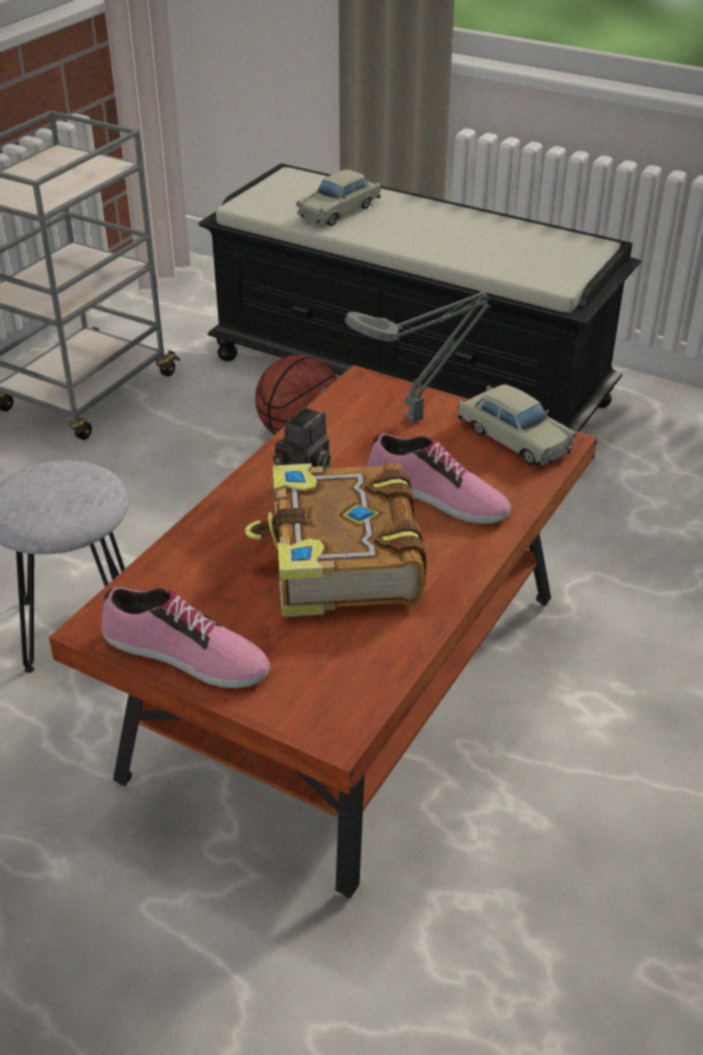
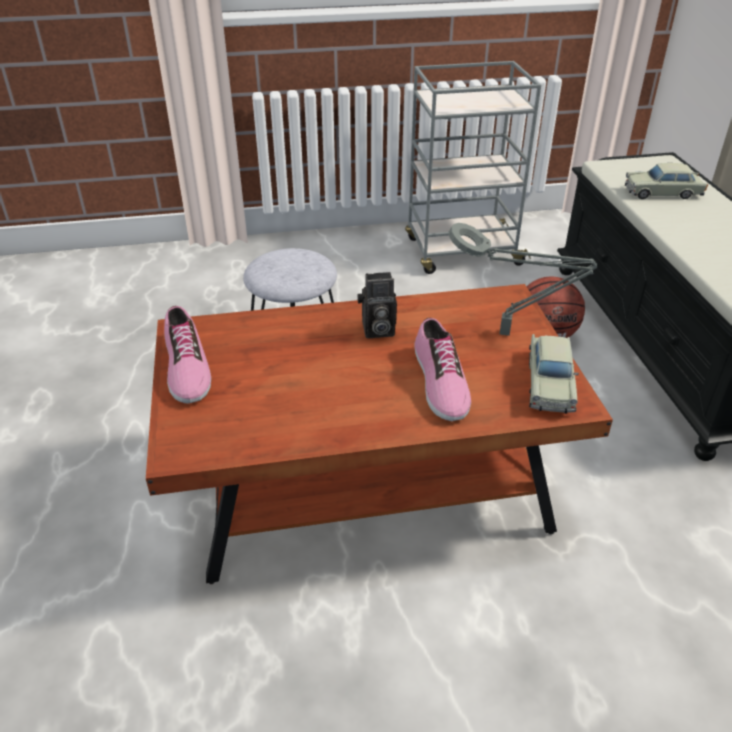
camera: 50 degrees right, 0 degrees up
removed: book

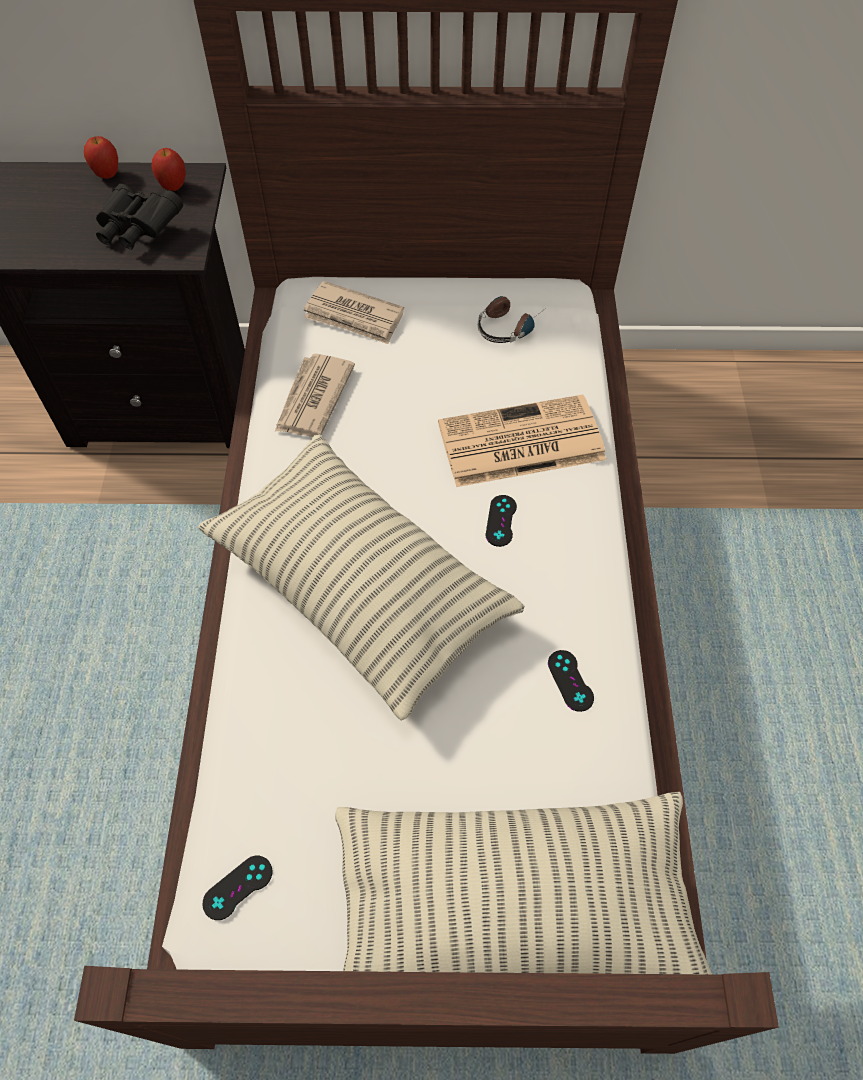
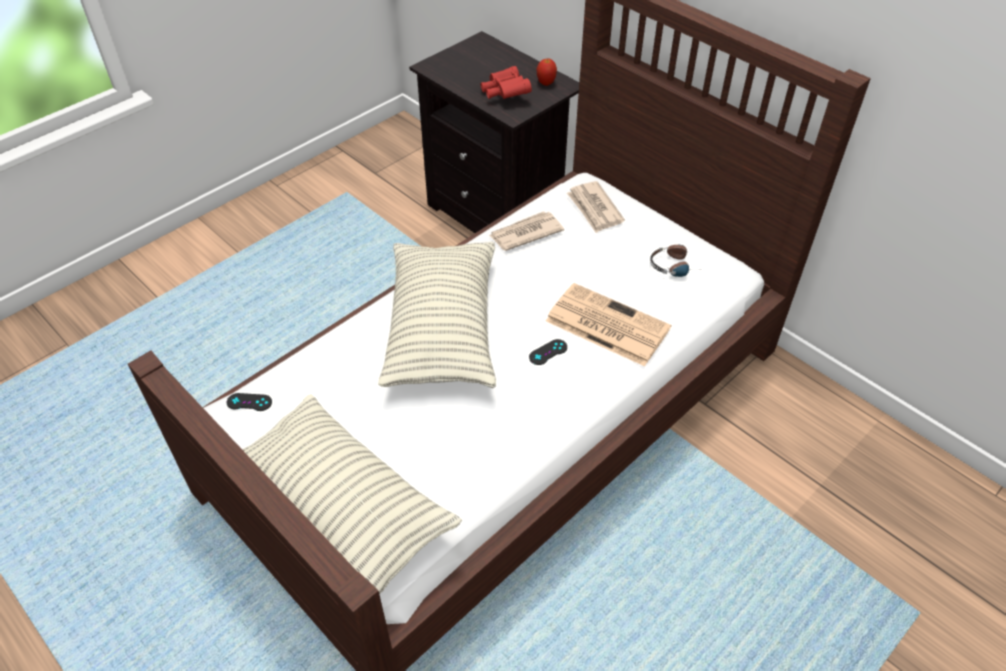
camera: 45 degrees right, 10 degrees down
removed: apple (1st from left); black game controller (3rd from left)
recoloured: black binoculars to red binoculars

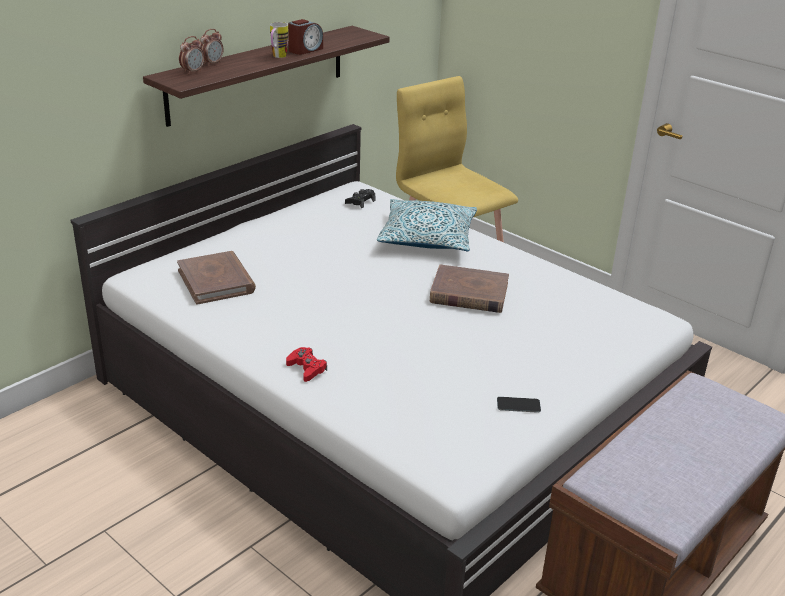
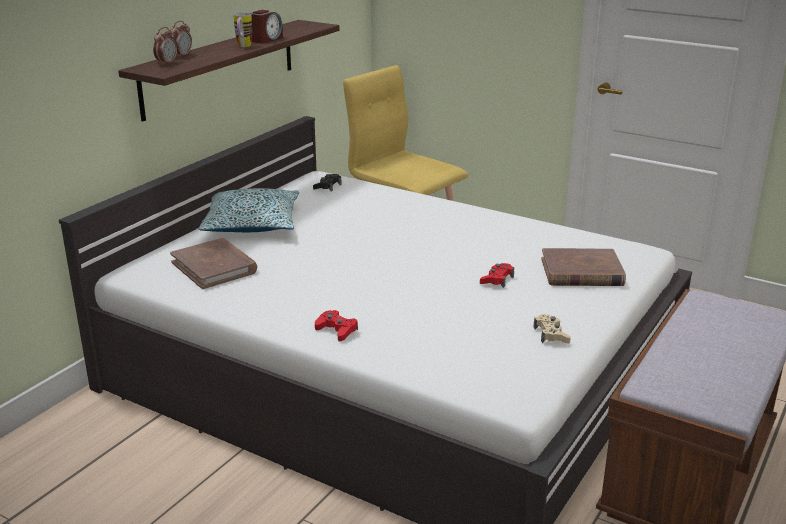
camera: 10 degrees left, 5 degrees down
added: red game controller (2nd from left)
moved: pillow; brown book (2nd from left)
replaced: phone to beige game controller

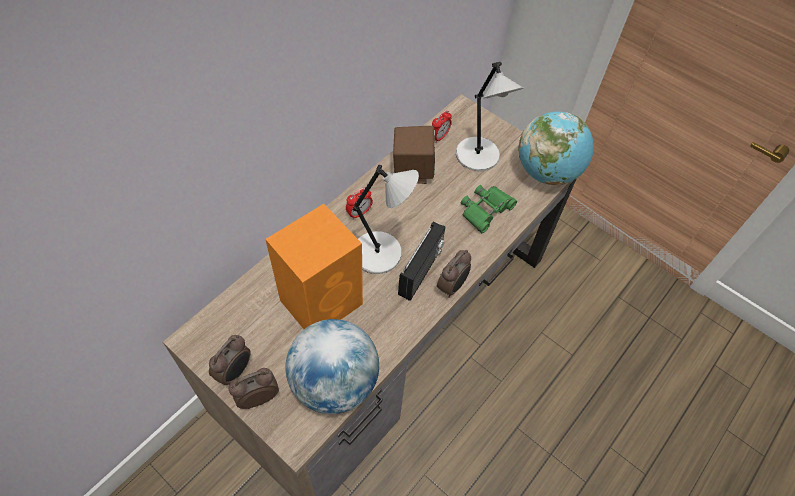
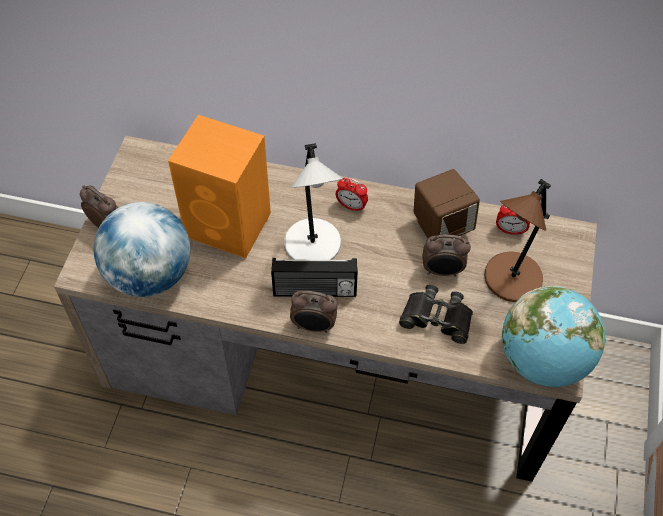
camera: 65 degrees right, 0 degrees up
moved: alarm clock (1st from left in the first image) to alarm clock (4th from left)
recoloured: grey table lamp (2nd from left) to brown table lamp; green binoculars to black binoculars

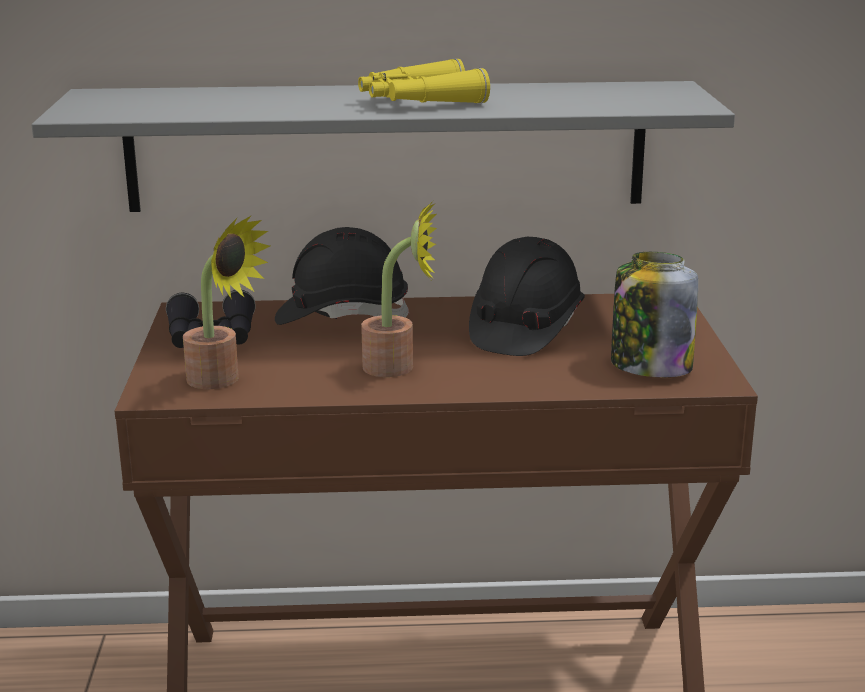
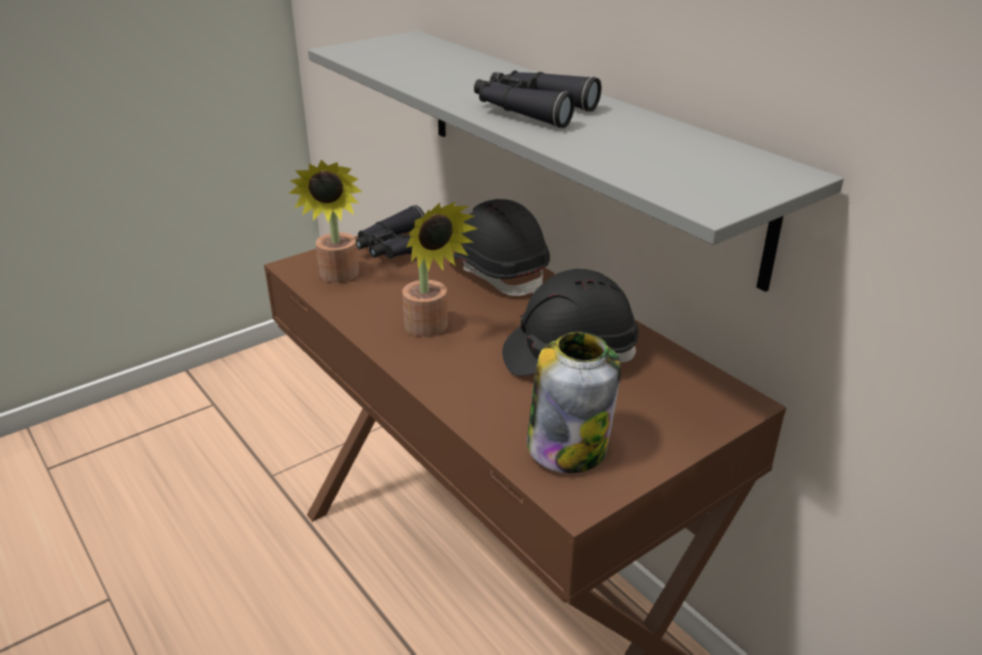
camera: 55 degrees right, 10 degrees up
recoloured: yellow binoculars to black binoculars (2nd from left)

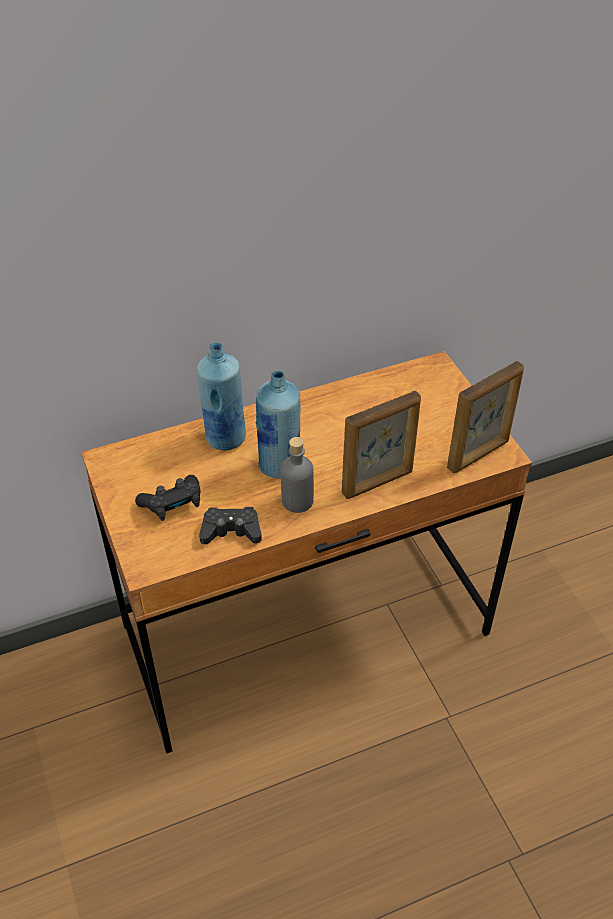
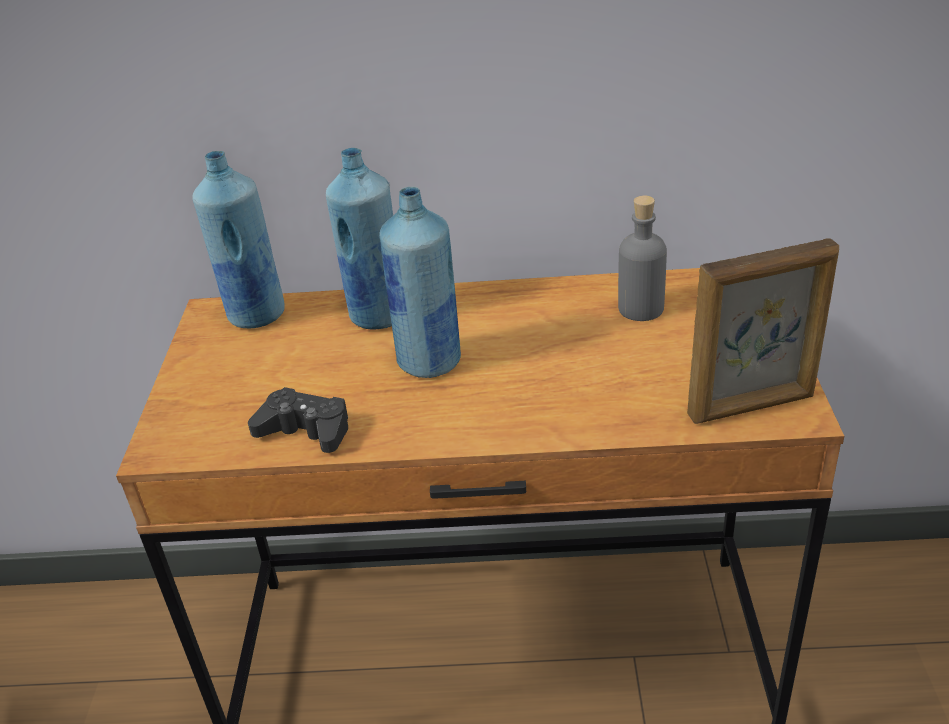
camera: 25 degrees right, 10 degrees down
removed: picture frame (1st from left); black game controller (1st from left)
added: blue bottle (1st from left)
moved: grey bottle

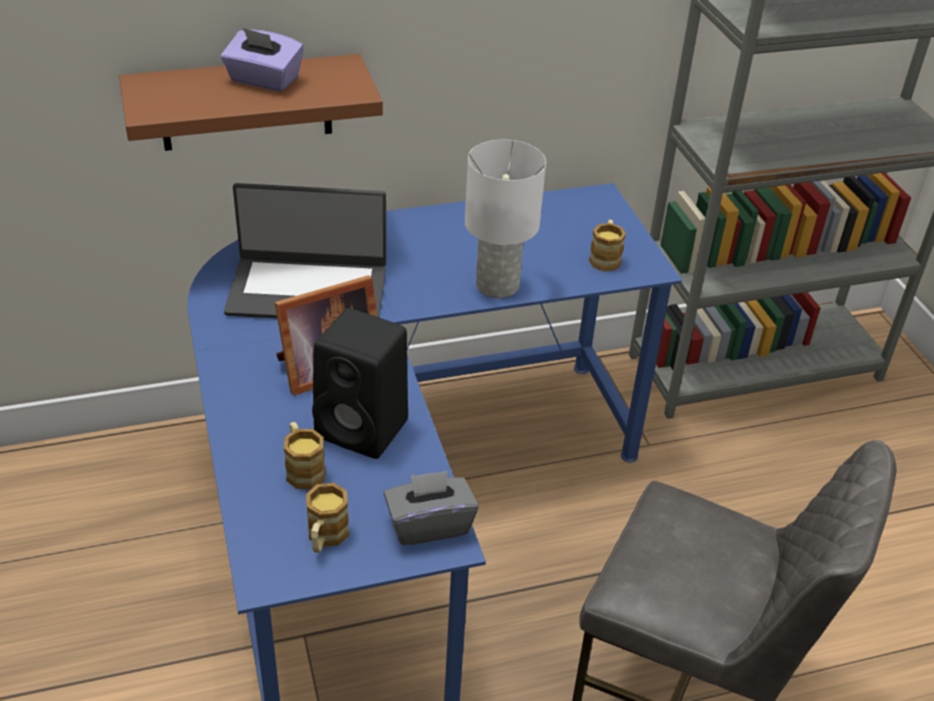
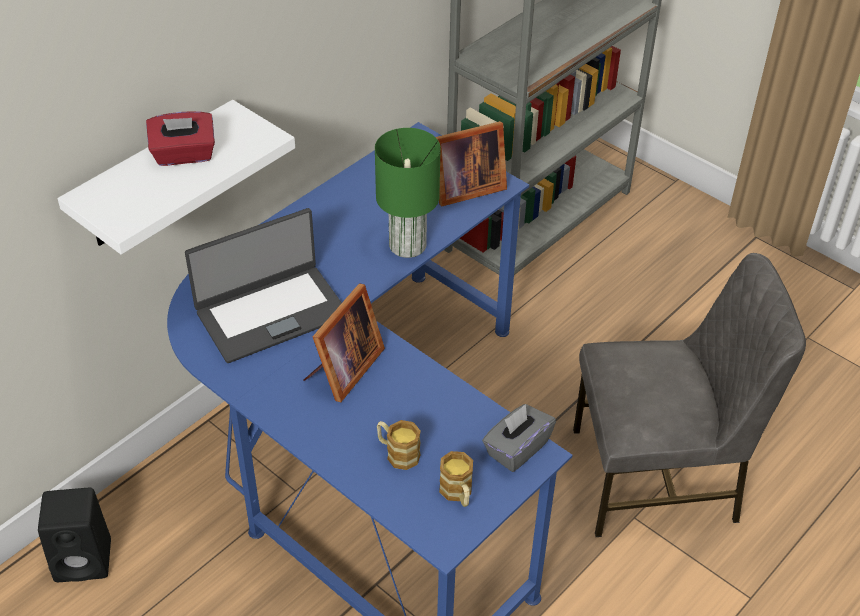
camera: 30 degrees left, 5 degrees up
moved: black speaker
replaced: mug (3rd from left) to picture frame (2nd from left)
recoloured: purple tissue box to red tissue box; brown shelf to white shelf; white table lamp to green table lamp

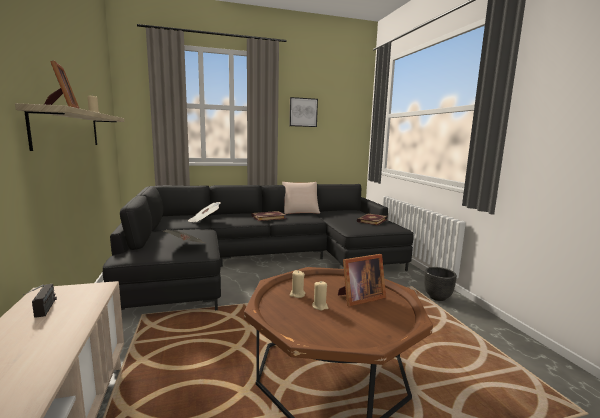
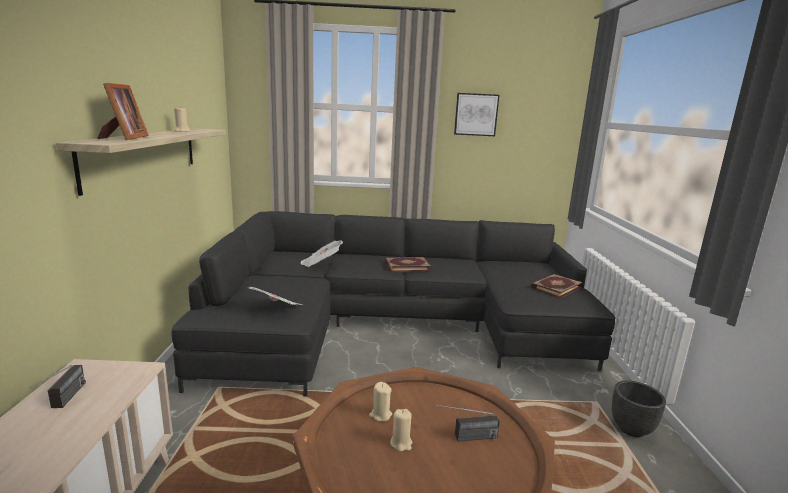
camera: 15 degrees right, 5 degrees up
removed: beige pillow
replaced: picture frame (2nd from left) to radio (2nd from left)

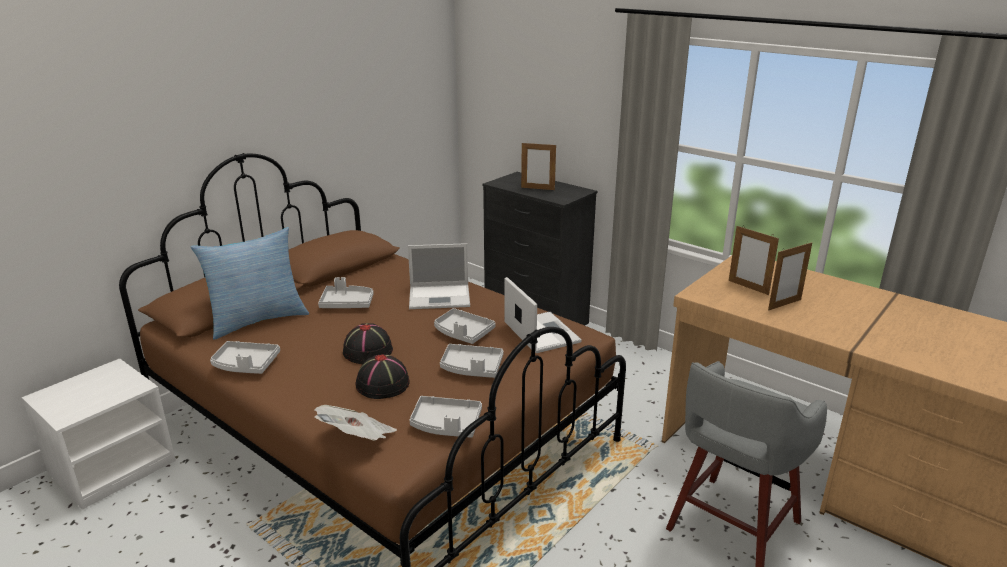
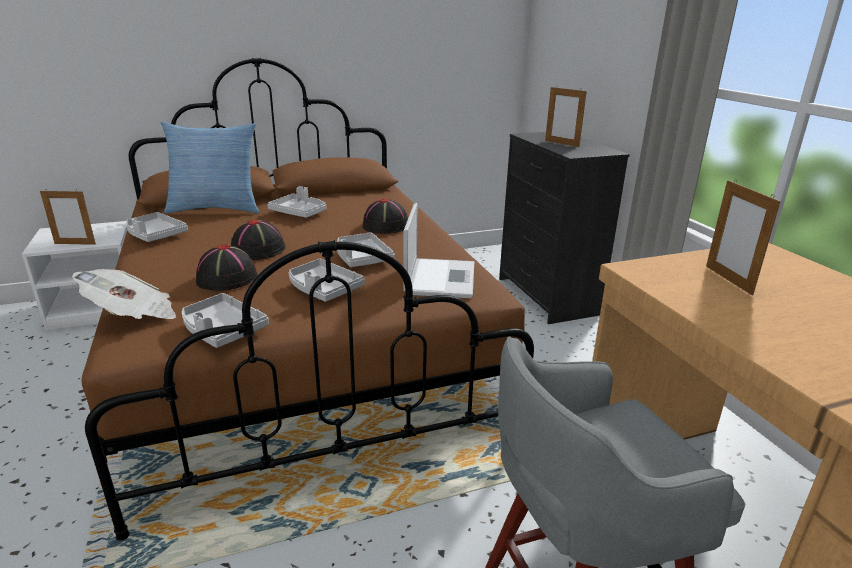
camera: 30 degrees right, 0 degrees up
moved: picture frame (3rd from left in the first image) to picture frame (1st from left)
replaced: laptop (1st from left) to black hat (3rd from left)

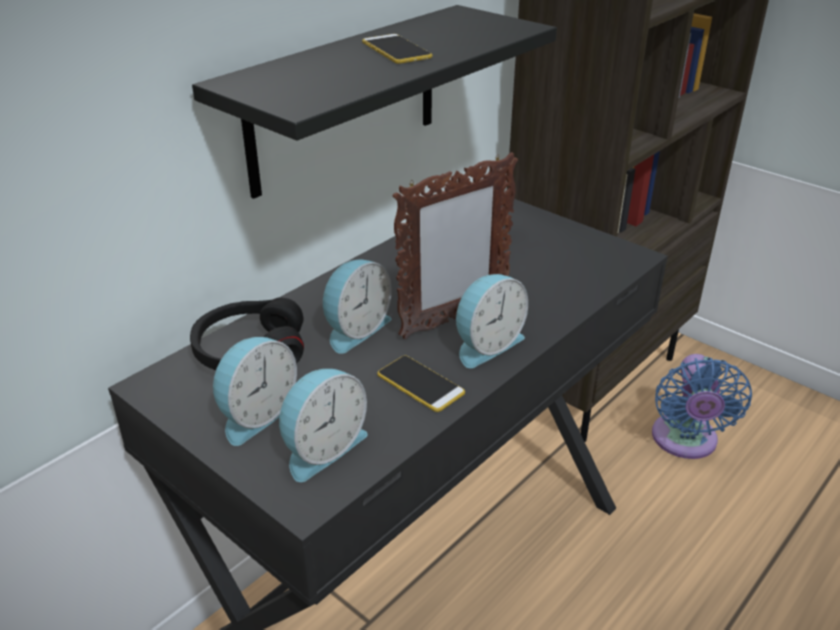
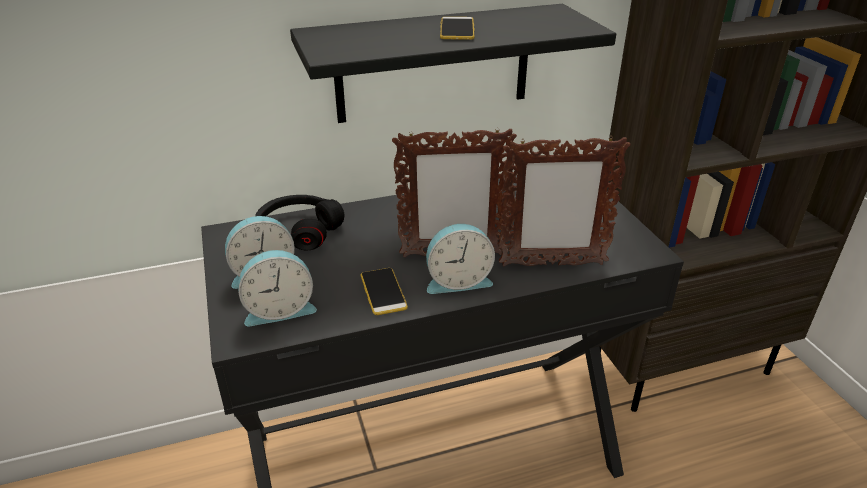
camera: 30 degrees right, 0 degrees up
removed: alarm clock (3rd from left); blue fan
added: picture frame (2nd from left)

